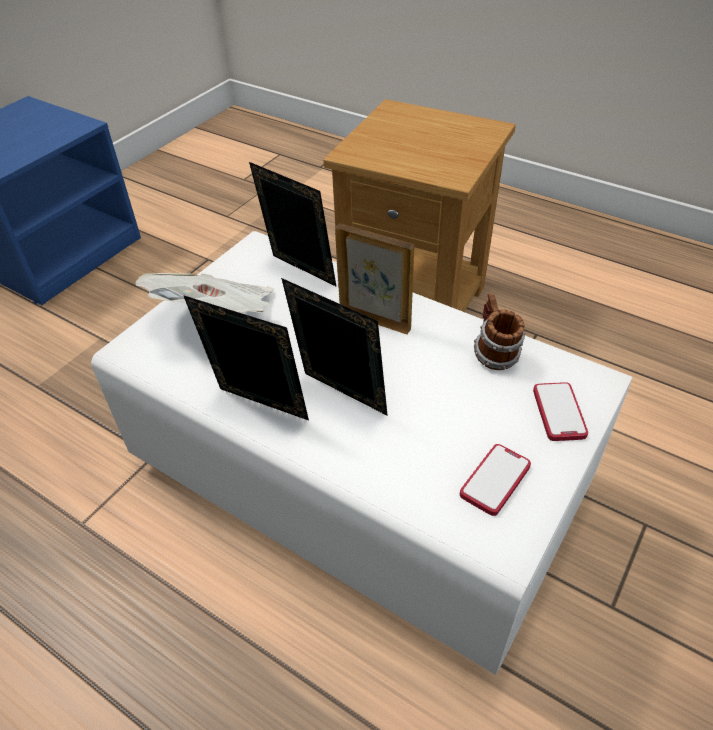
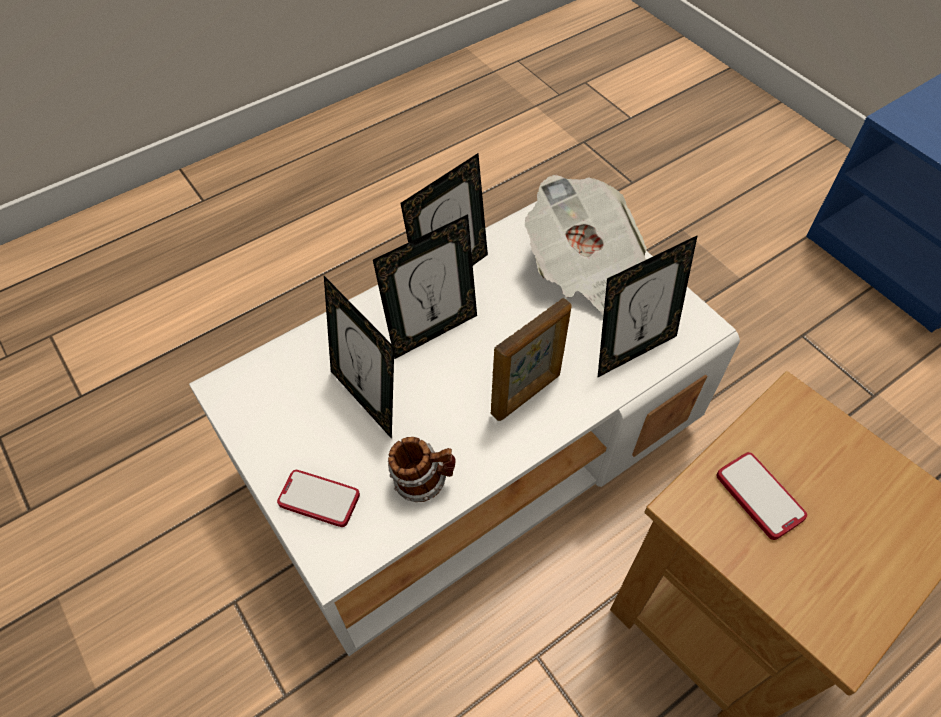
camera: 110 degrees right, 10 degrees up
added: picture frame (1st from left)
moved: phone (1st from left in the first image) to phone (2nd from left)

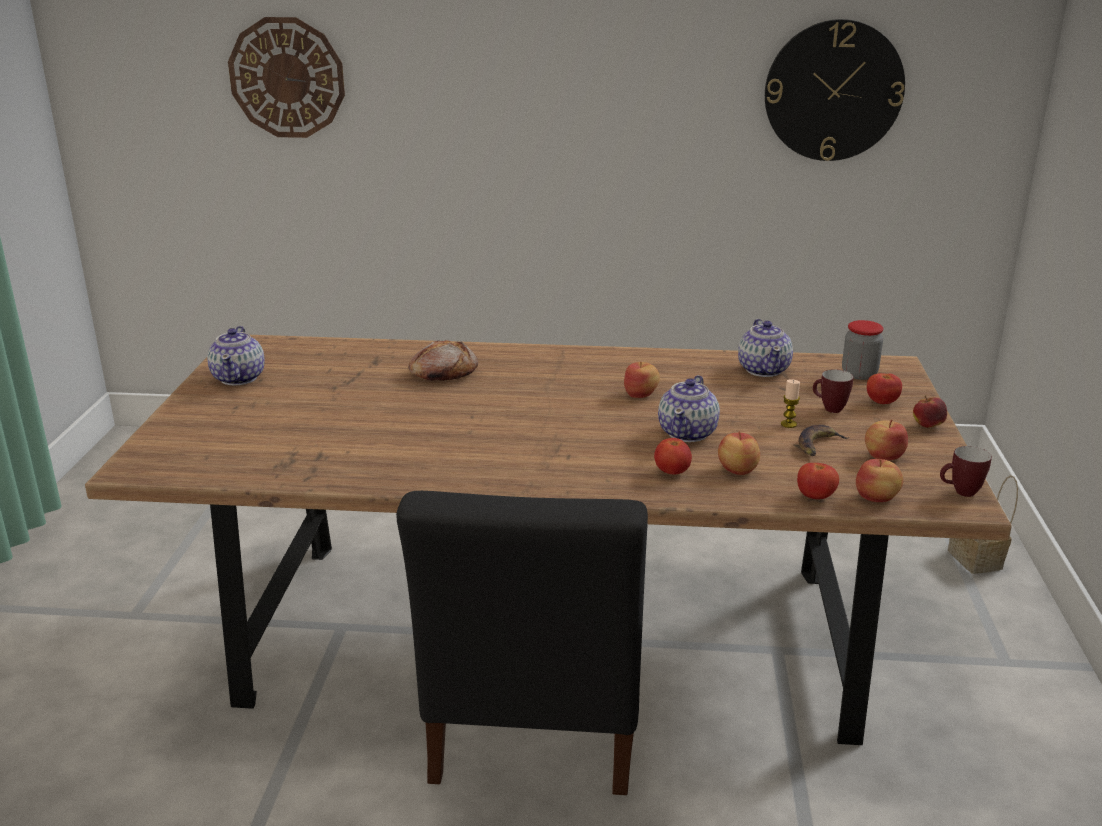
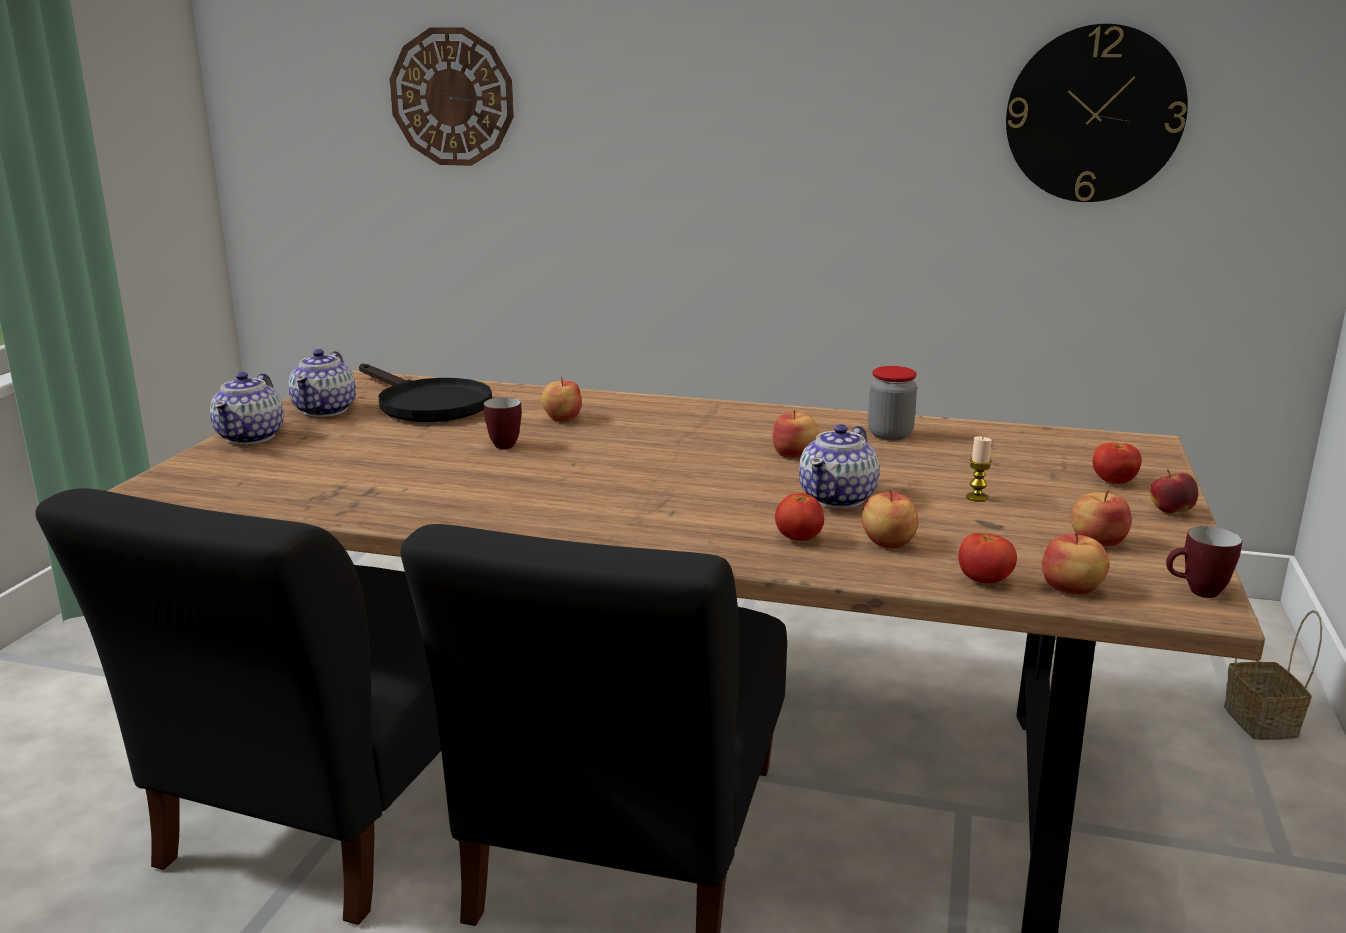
camera: 10 degrees right, 5 degrees down
removed: banana
added: black frying pan; black chair (1st from left)
moved: teapot (3rd from left in the first image) to teapot (1st from left); jar; mug (1st from left)
replaced: bread to apple (1st from left)

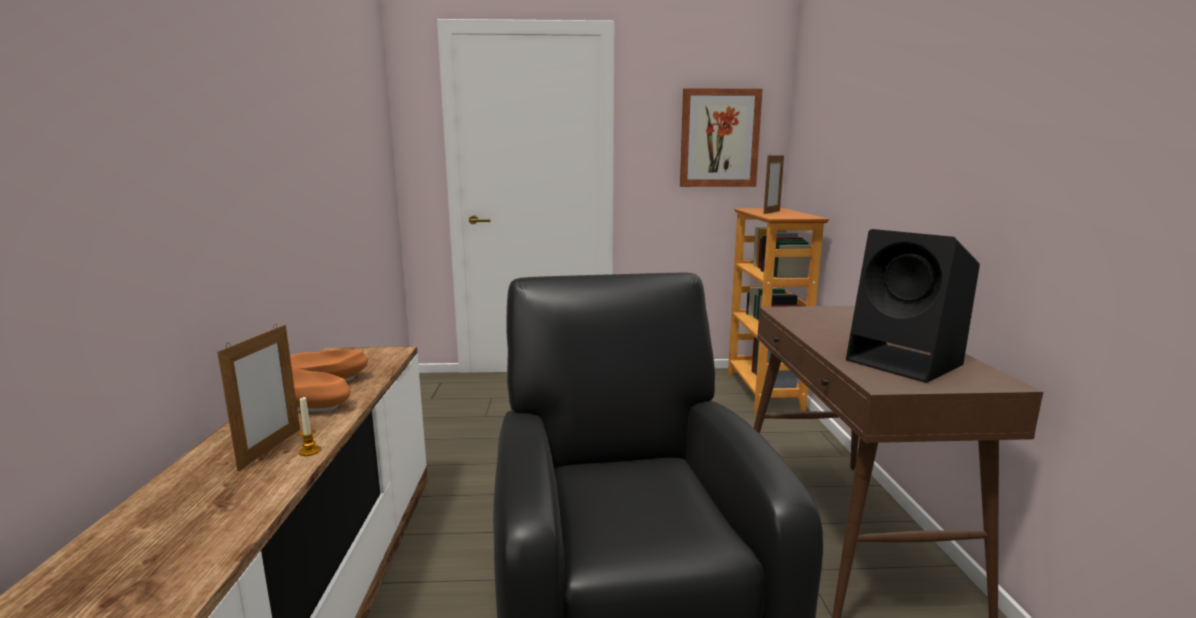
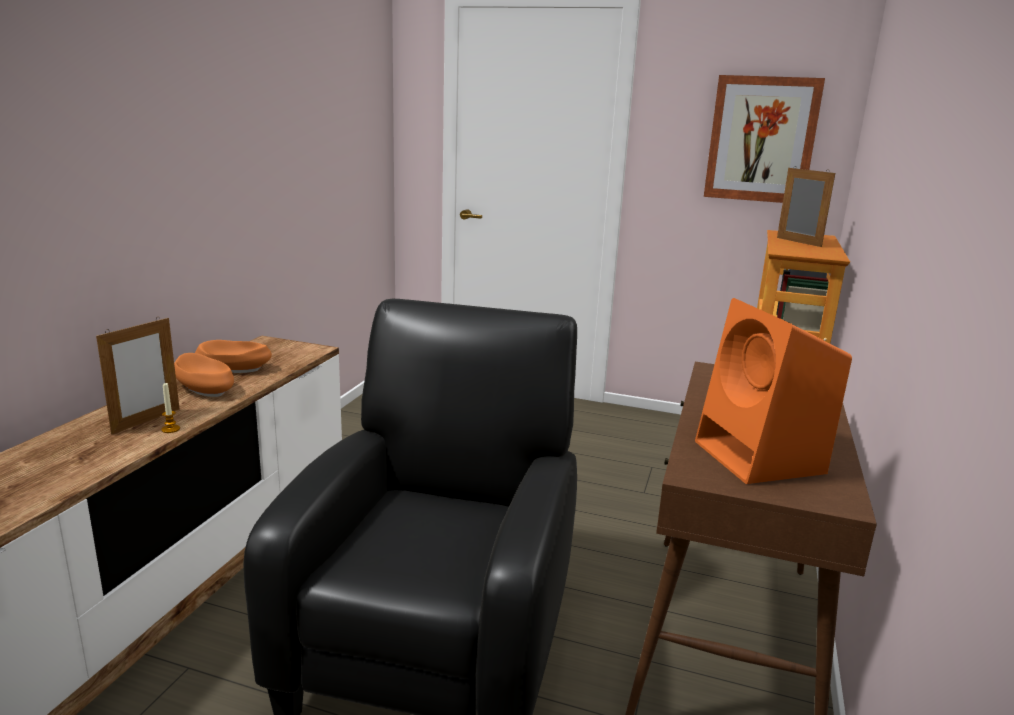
camera: 20 degrees right, 5 degrees up
recoloured: black speaker to orange speaker
turned: picture frame (2nd from left) 90 degrees counterclockwise

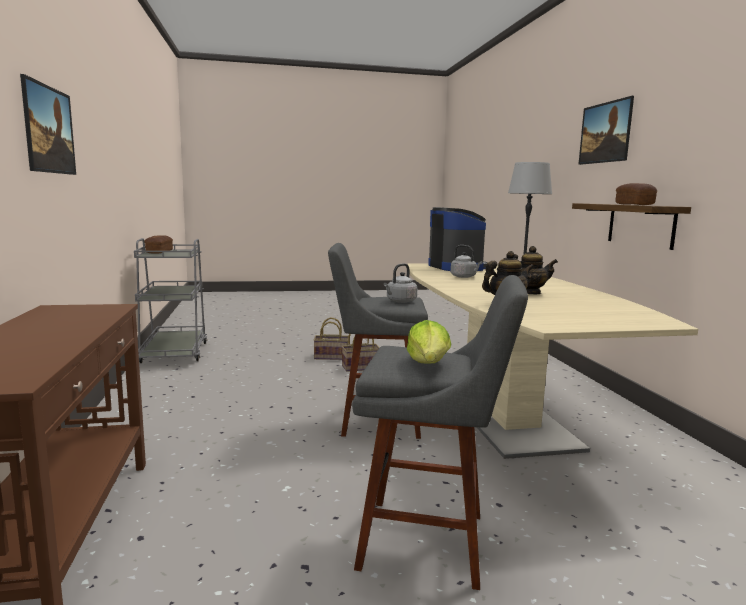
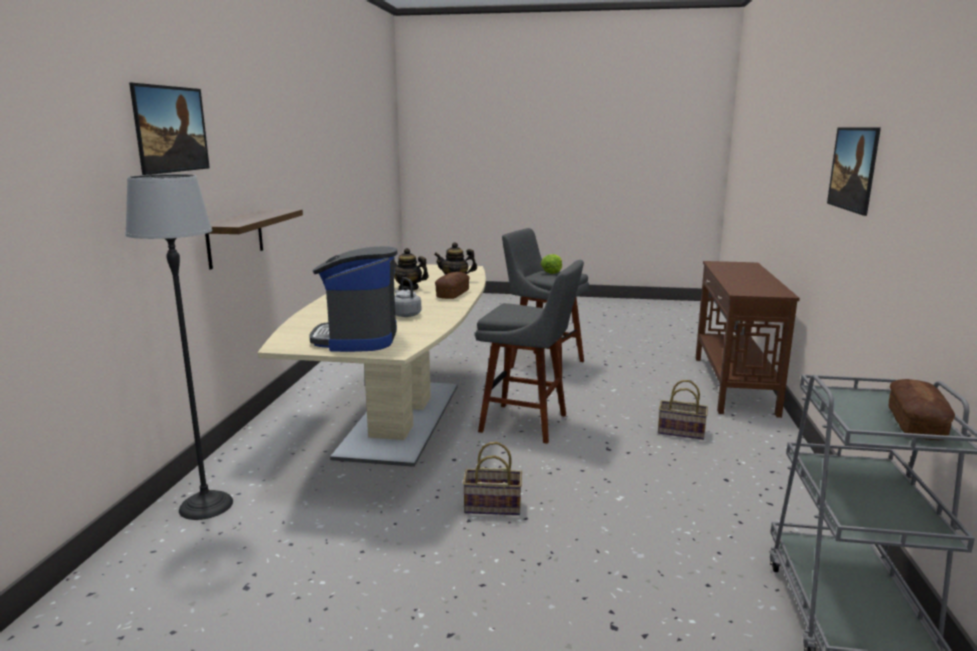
camera: 160 degrees left, 5 degrees up
removed: grey kettle (1st from left)
moved: bread (2nd from left in the first image) to bread (1st from left); basket (1st from left in the first image) to basket (2nd from left)

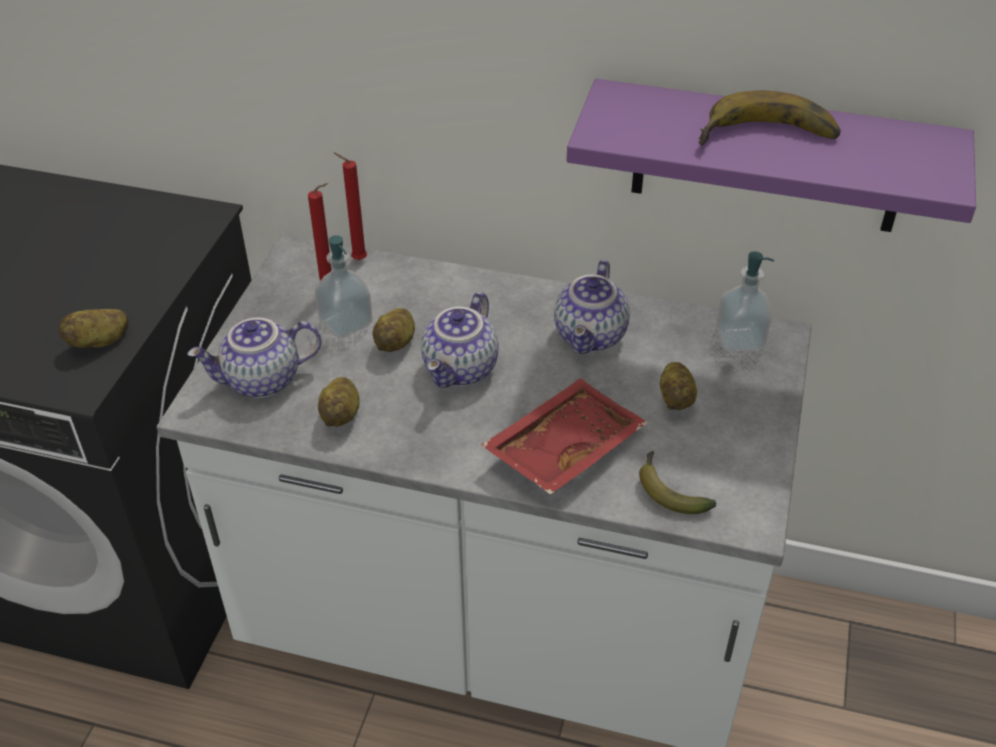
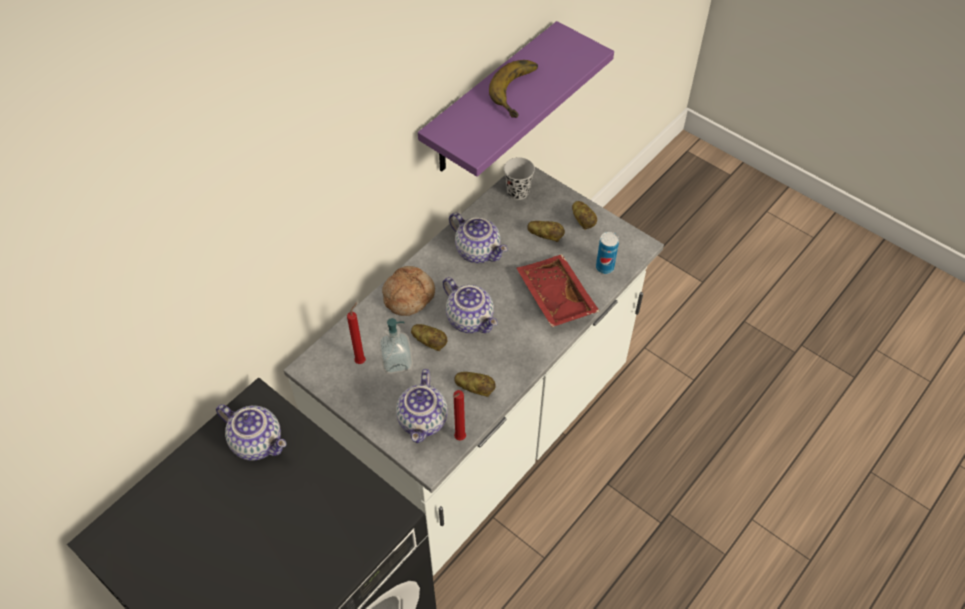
camera: 65 degrees left, 10 degrees up
added: bread; teapot (1st from left)
moved: red candle (2nd from left); potato (1st from left in the first image) to potato (4th from left)
replaced: soap dispenser (2nd from left) to black cup; banana (1st from left) to can

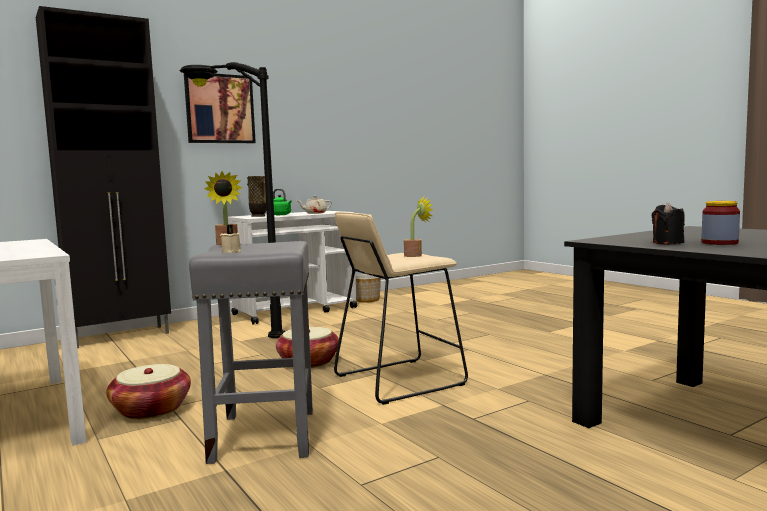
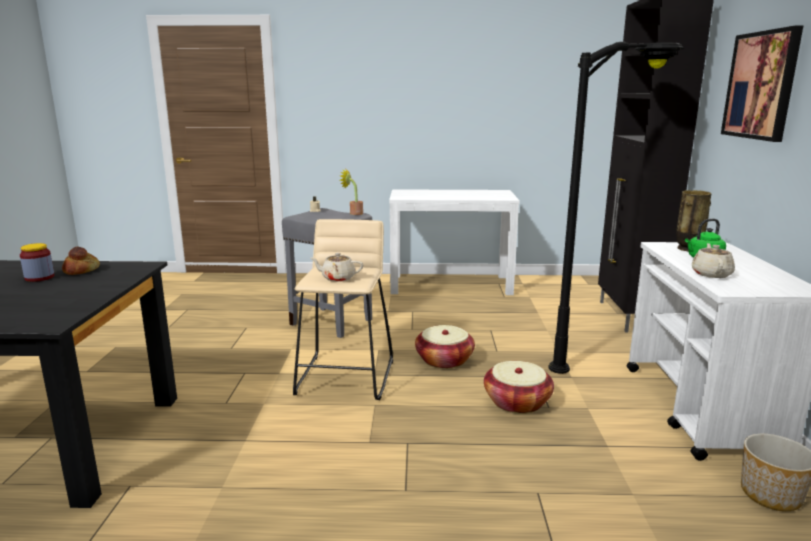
camera: 125 degrees right, 10 degrees up
moved: basket (1st from left in the first image) to basket (2nd from left)
replaced: potted plant (2nd from left) to beige teapot (1st from left); black candle to bread

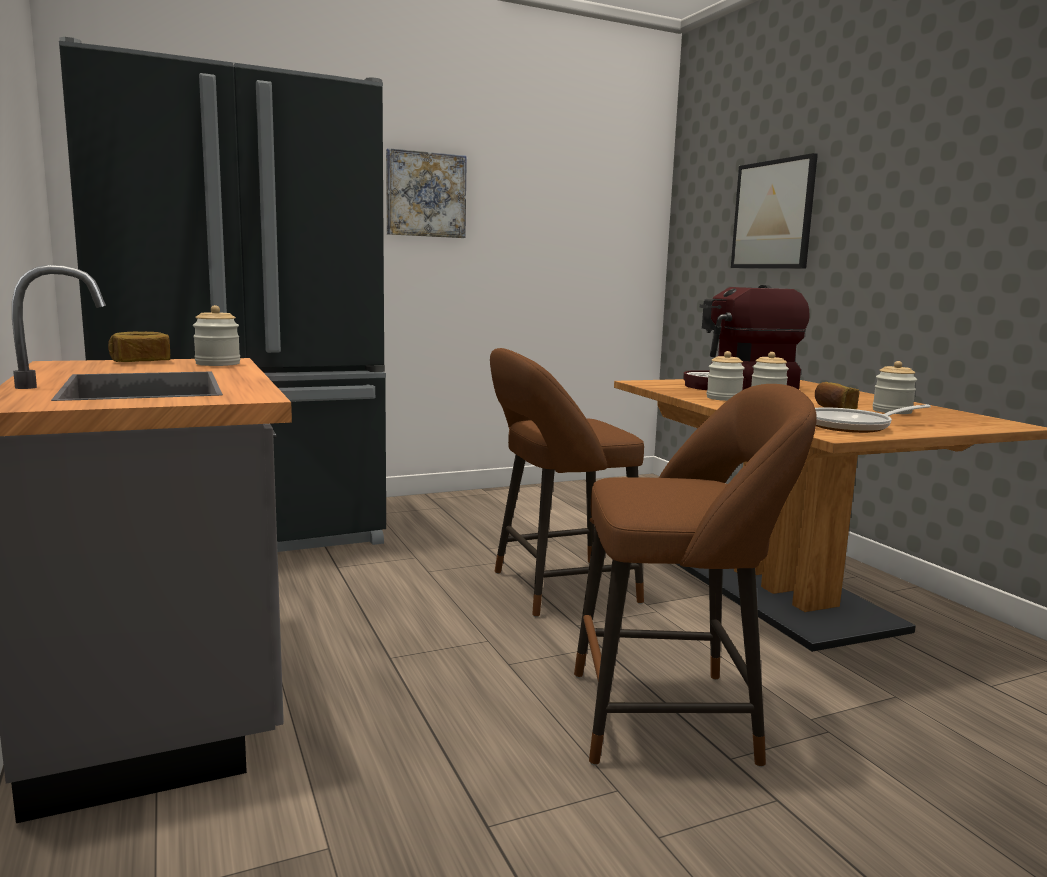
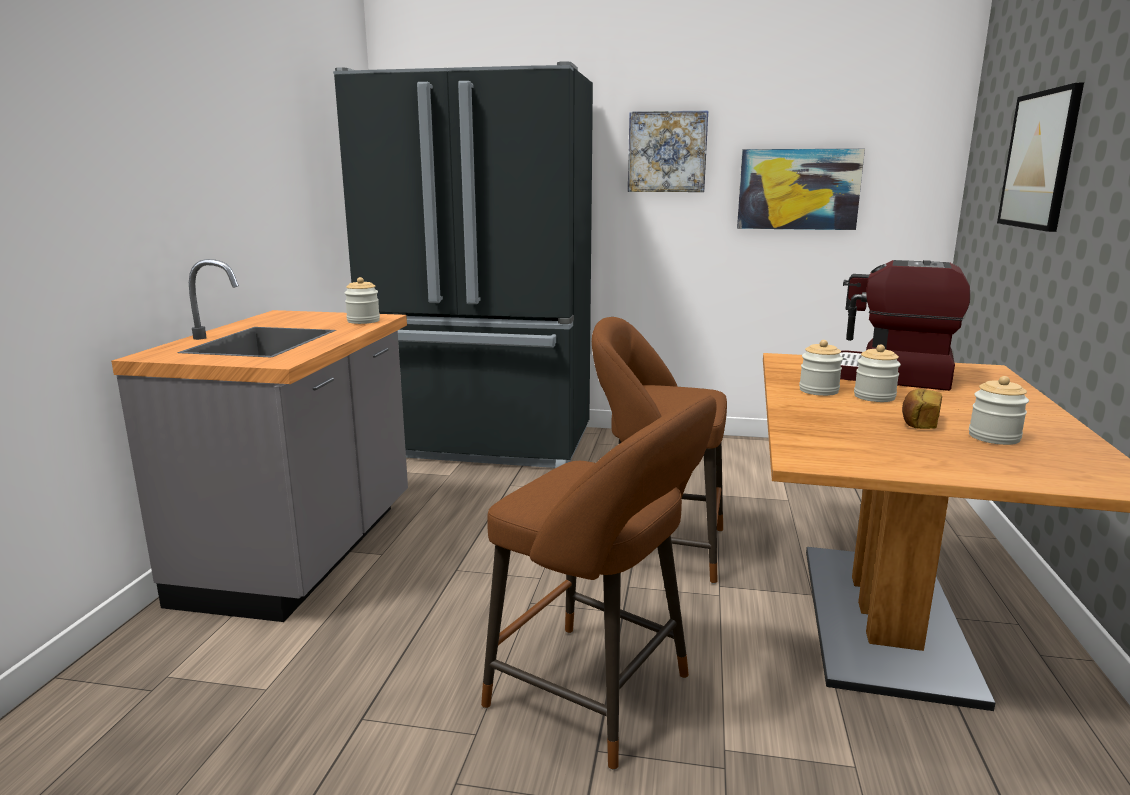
camera: 35 degrees right, 5 degrees up
removed: bread (1st from left); frying pan
added: picture (2nd from left)

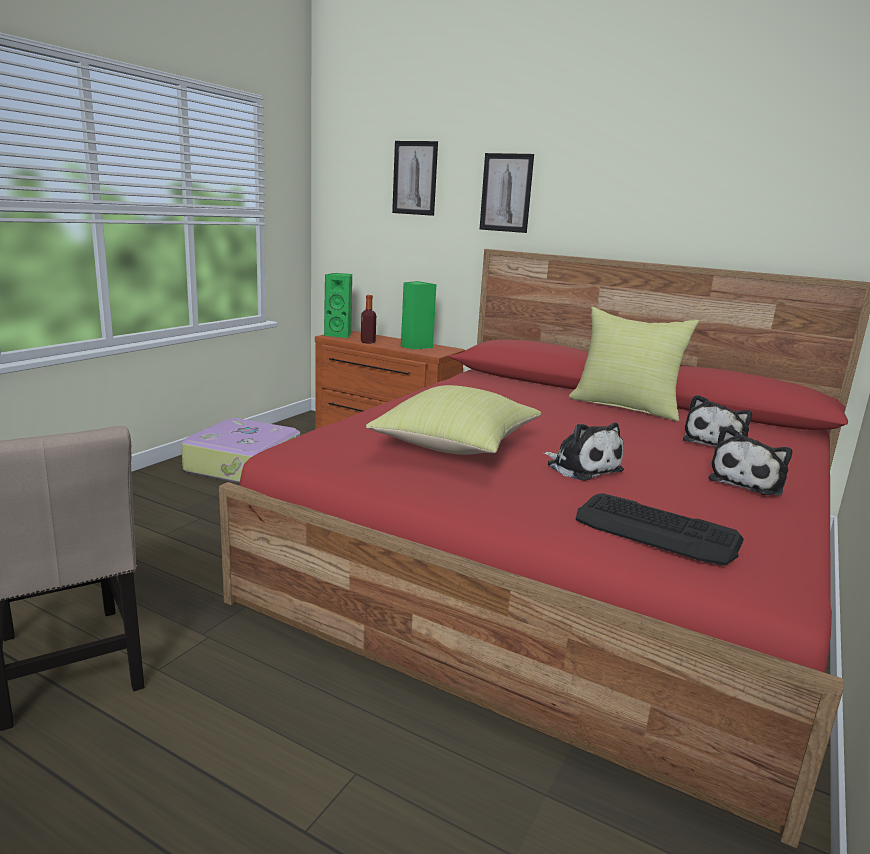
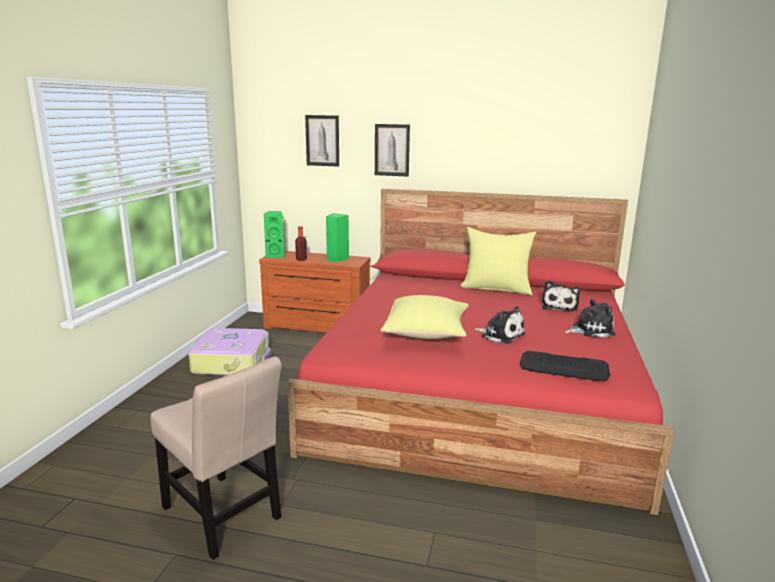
camera: 15 degrees left, 0 degrees up
turned: plush toy (3rd from left) 120 degrees counterclockwise

